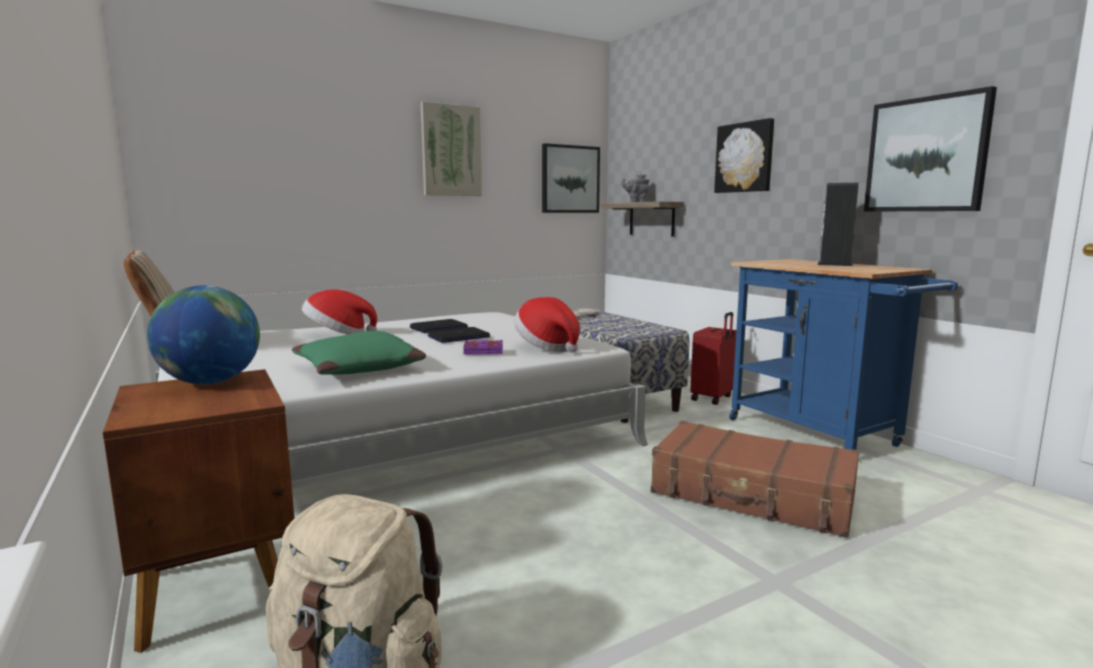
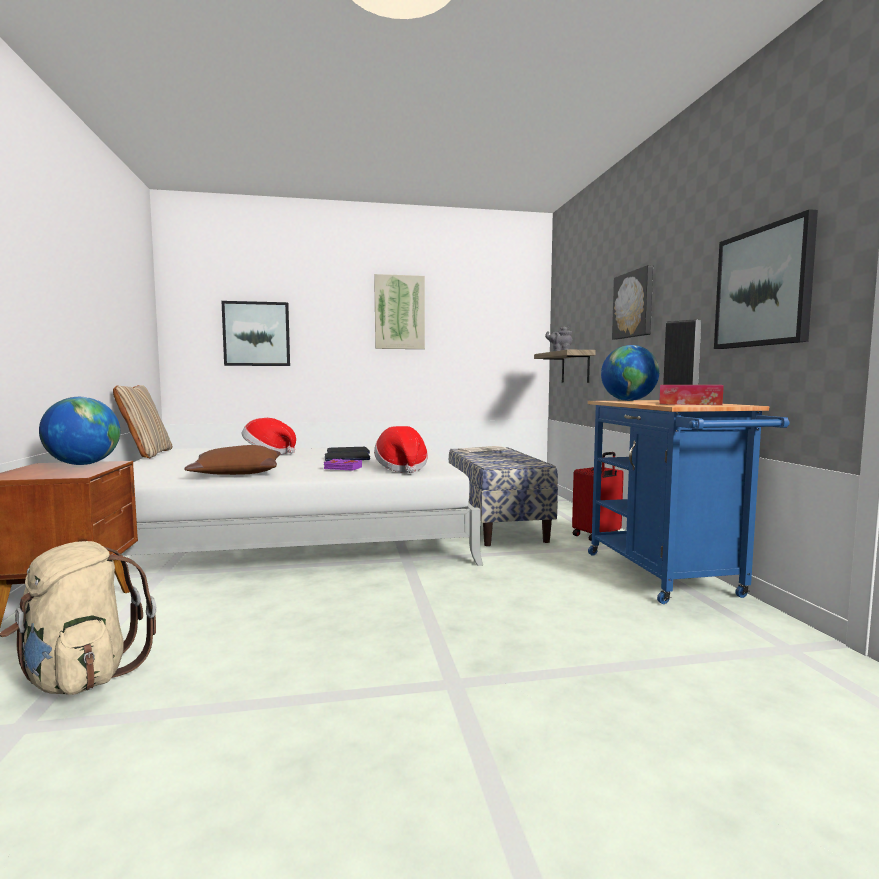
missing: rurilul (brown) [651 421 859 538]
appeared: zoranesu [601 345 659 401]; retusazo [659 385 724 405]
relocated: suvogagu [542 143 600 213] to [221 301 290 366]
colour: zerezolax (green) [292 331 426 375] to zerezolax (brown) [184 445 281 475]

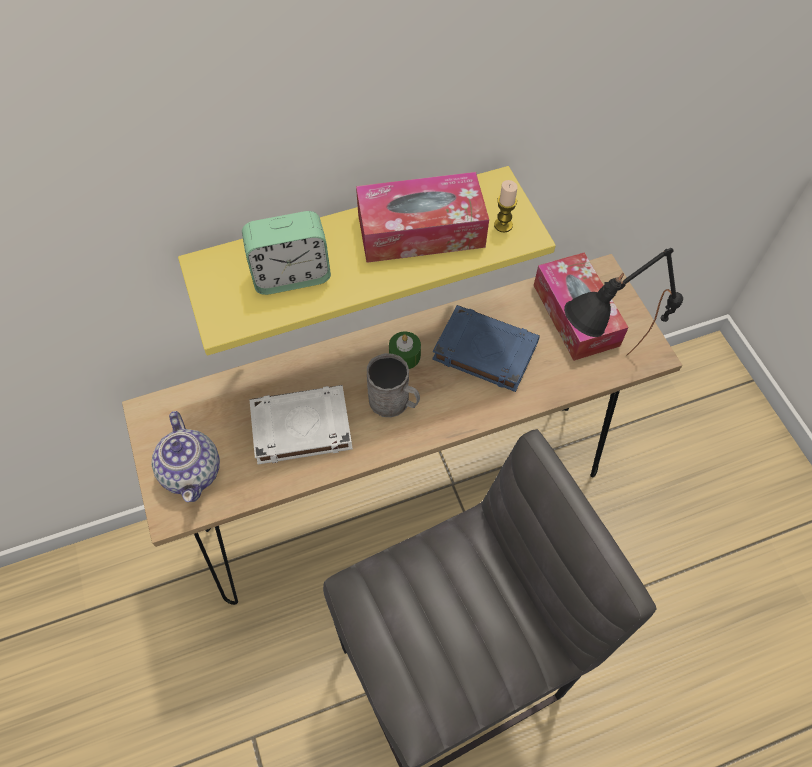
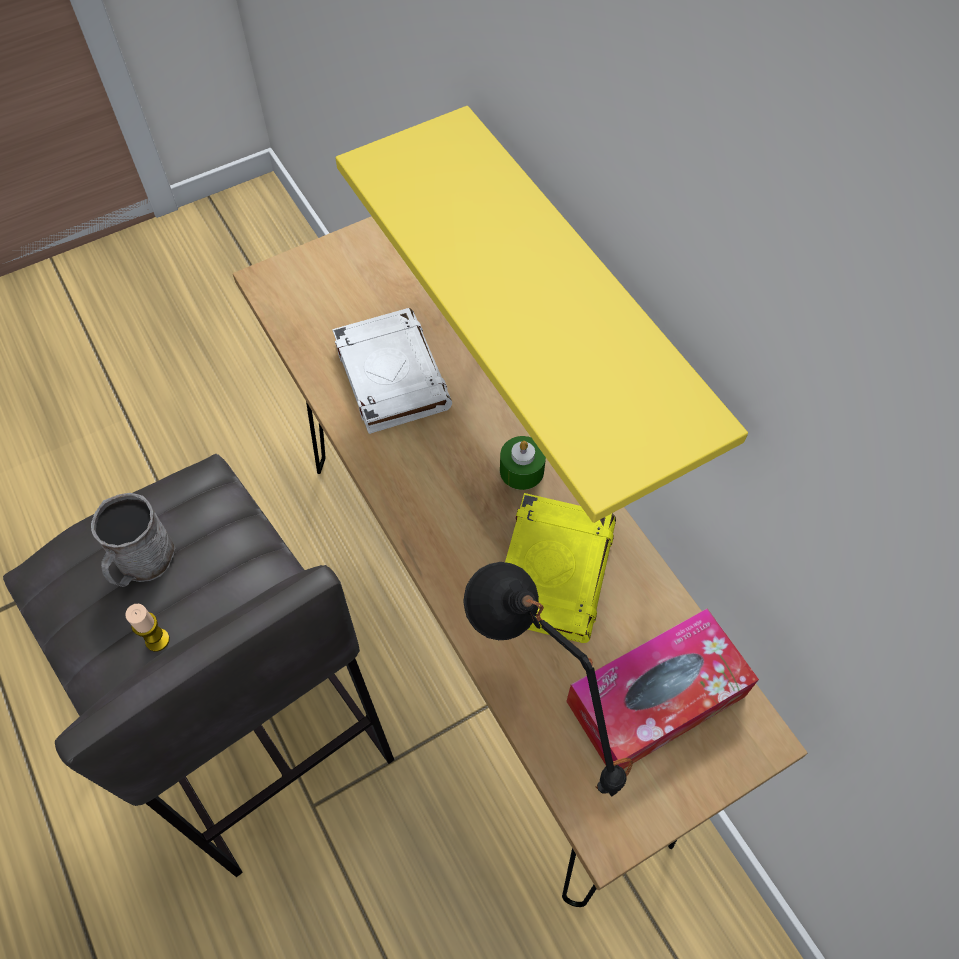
missing: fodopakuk [151 411 220 502]; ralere [242 211 331 295]; retusazo [356 172 489 263]
relocated: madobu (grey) [367 353 420 417] to [91 493 175 587]; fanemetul [494 180 518 232] to [125 604 170 652]
colour: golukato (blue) [432 305 540 392] to golukato (yellow) [505 493 616 643]

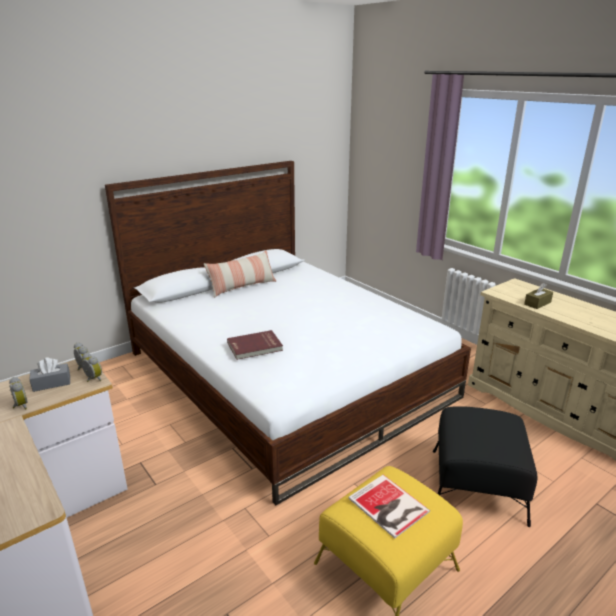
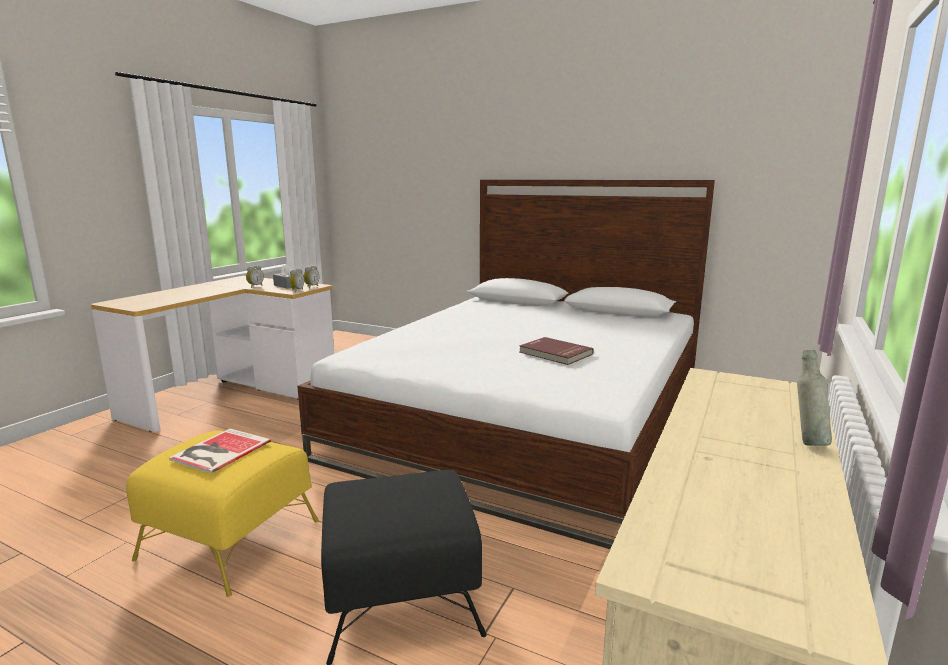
missing: zerezolax [204 250 276 298]; retusazo (brown) [524 283 553 309]
appeared: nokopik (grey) [797 350 832 446]
relocated: golukato (red) [227 330 283 360] to [519 337 594 365]

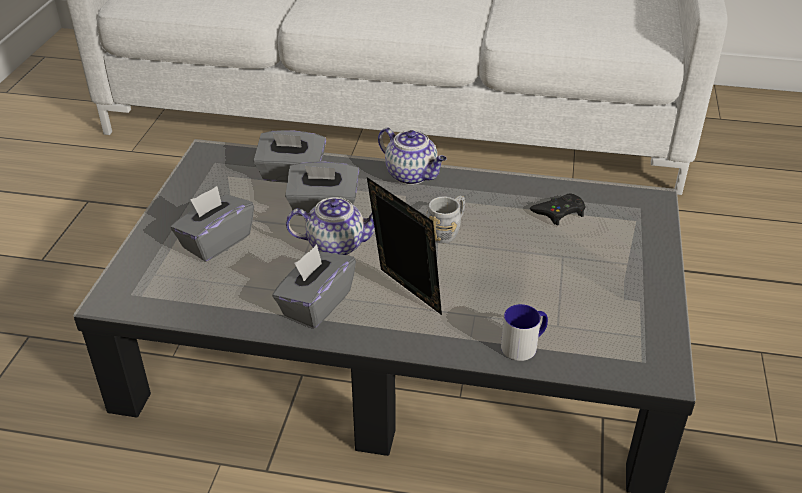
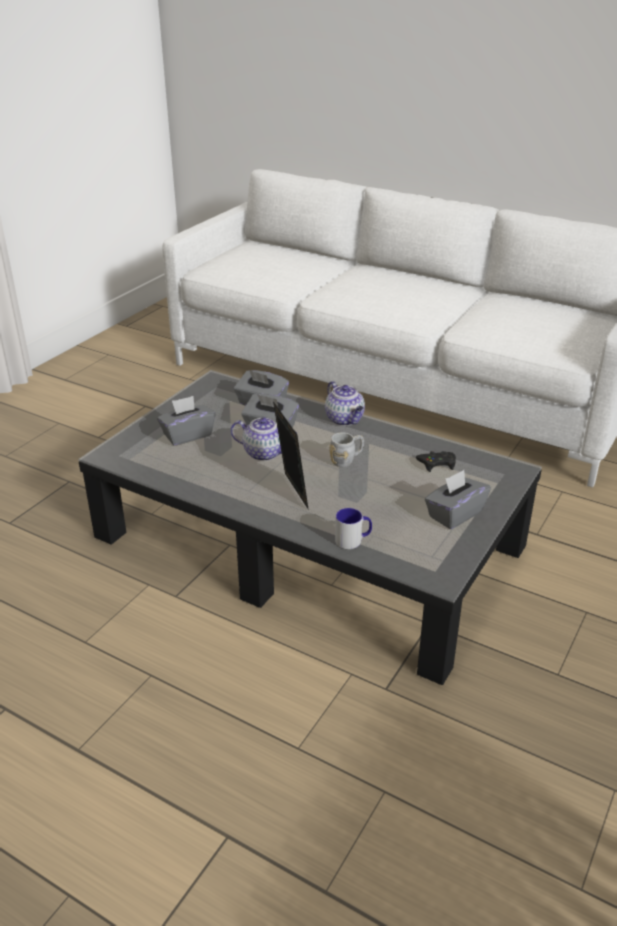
relocated: retusazo (grey) [272 244 356 328] to [425 470 491 529]

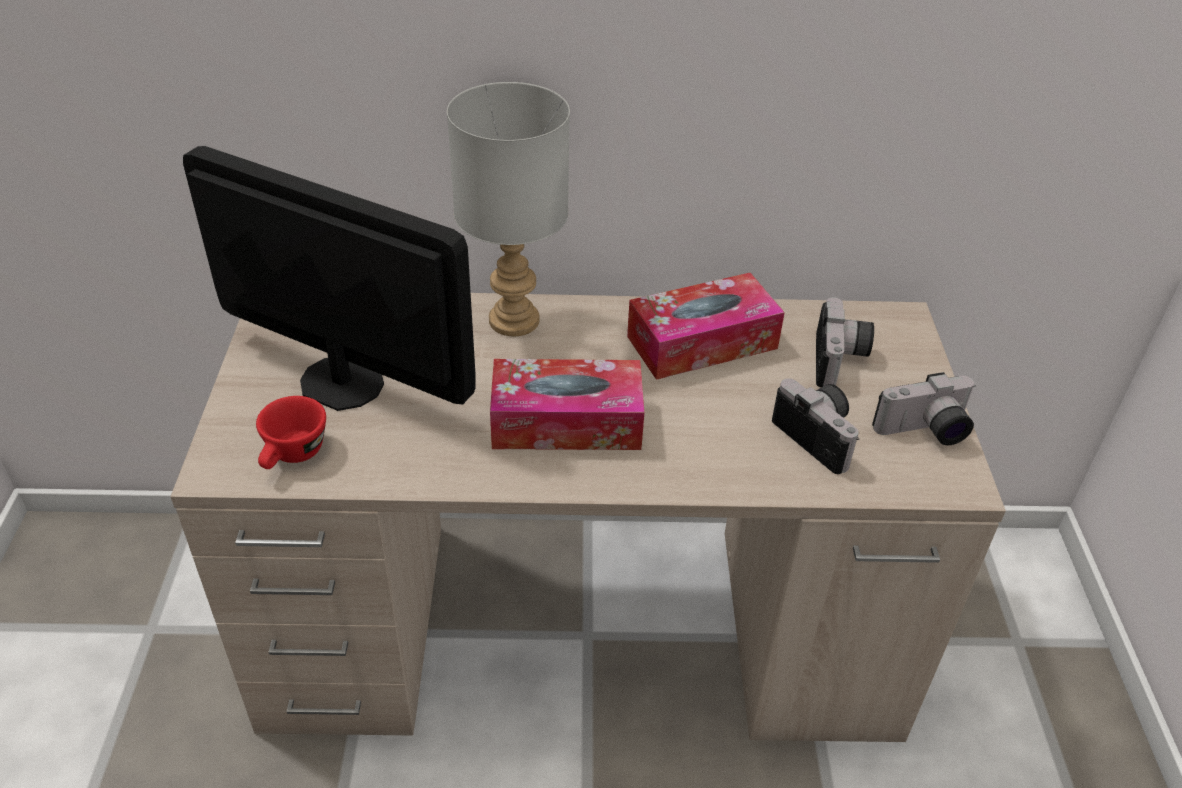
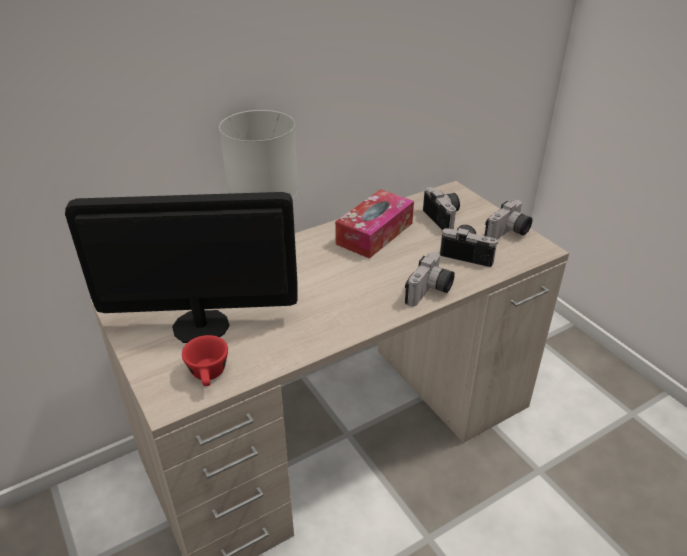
missing: retusazo [490 359 644 450]
appeared: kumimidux [405 252 455 307]

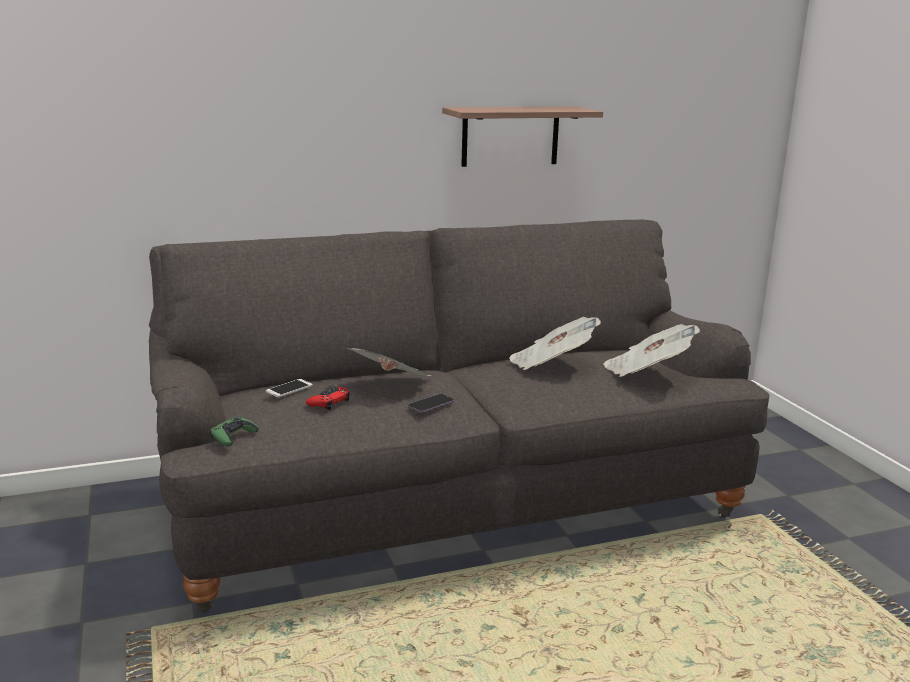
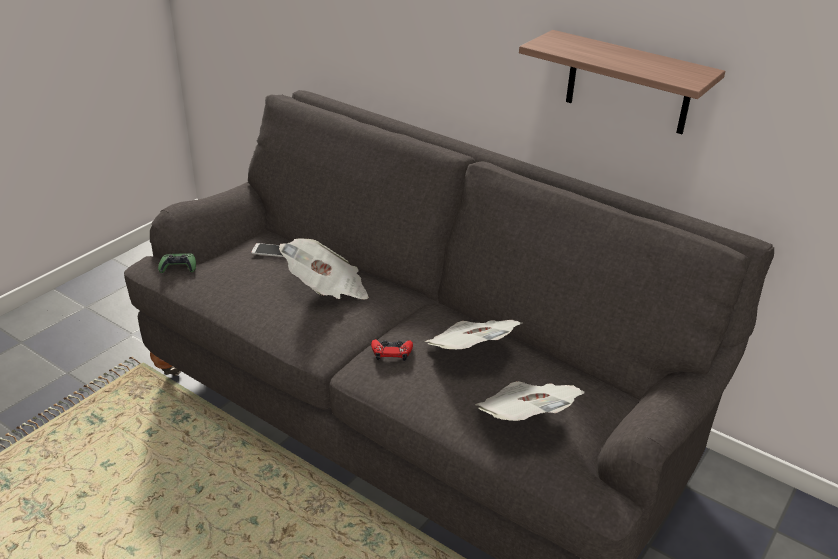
missing: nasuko [408 394 454 413]
relocated: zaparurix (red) [306 385 350 410] to [371 339 413 361]

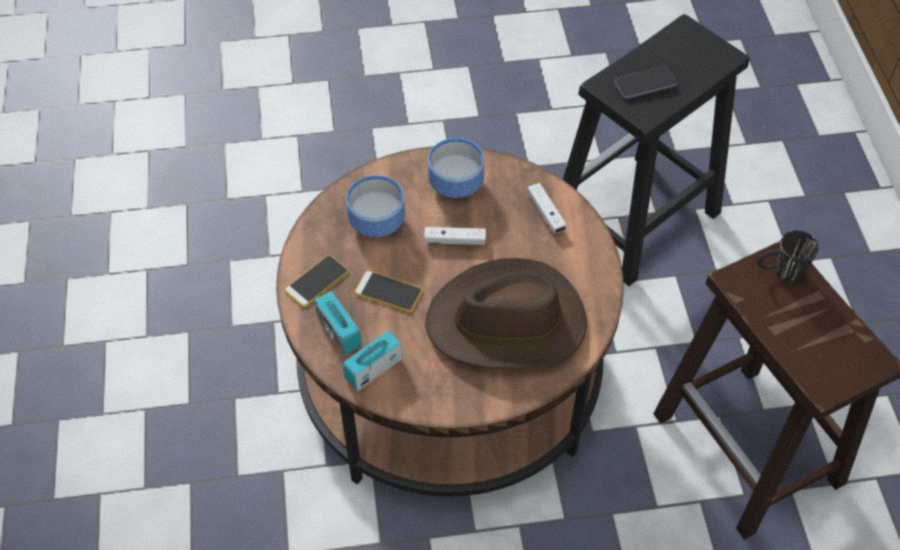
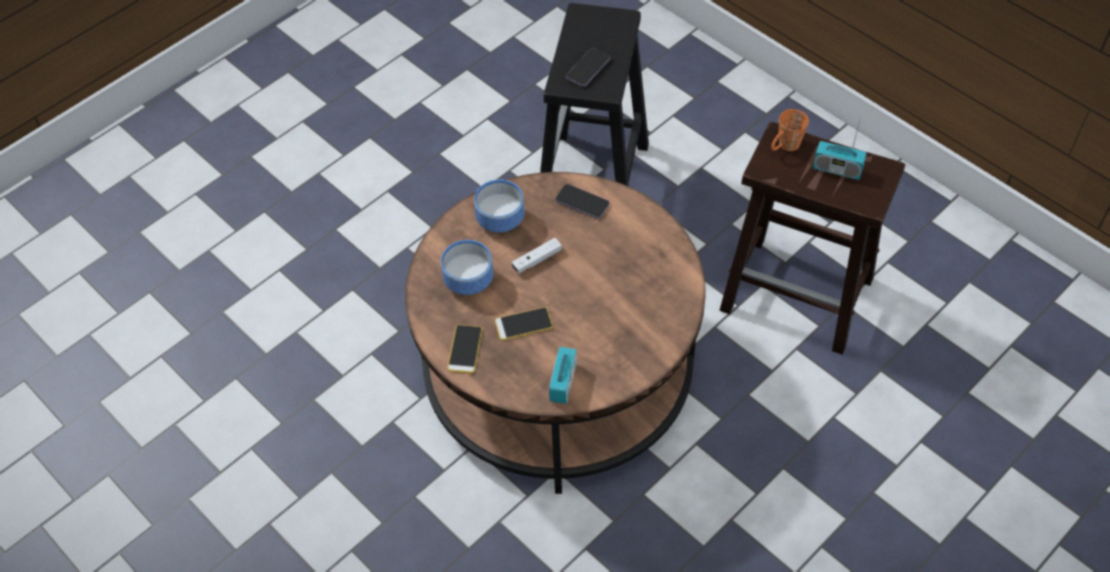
missing: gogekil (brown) [425 258 587 369]
relocated: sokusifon [314 285 362 355] to [813 116 867 180]
exchanged: zaparurix (white) [527 183 567 233] to nasuko [555 184 610 219]
colour: madobu (black) [757 230 819 282] to madobu (orange) [771 109 809 151]

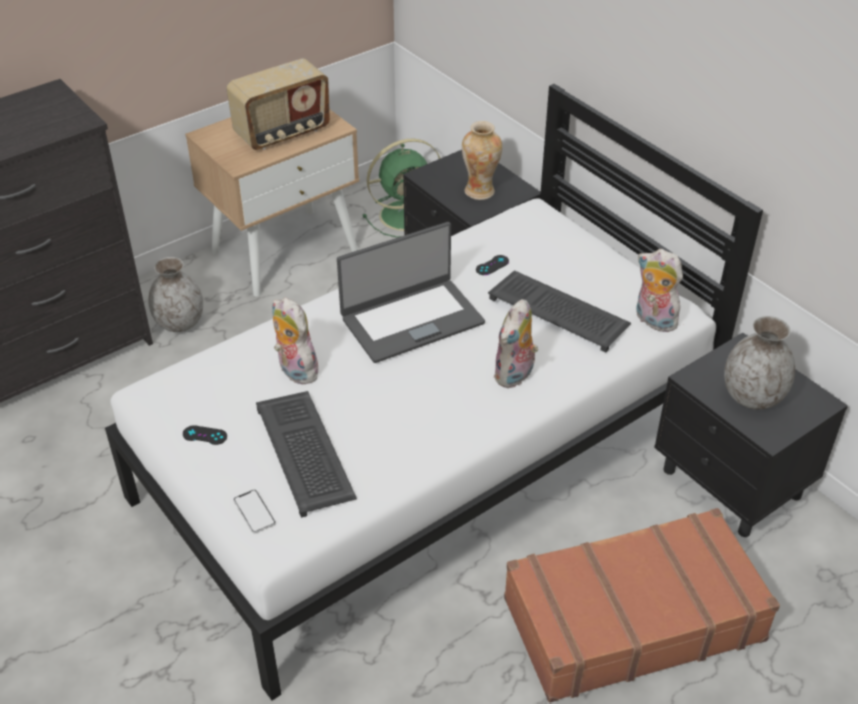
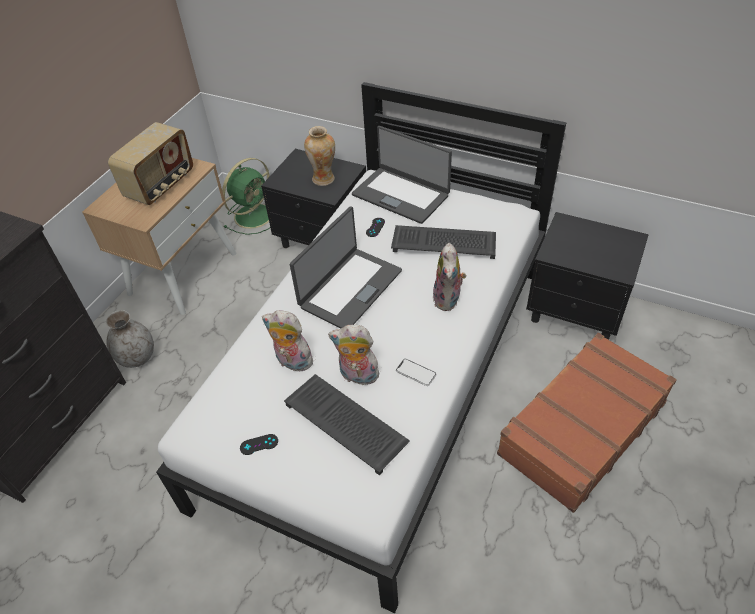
missing: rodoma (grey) [724 316 795 410]
appeared: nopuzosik [352 126 452 224]
relocated: nasuko [233 490 276 533] to [396 359 437 386]; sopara [636 249 683 332] to [328 325 382 388]

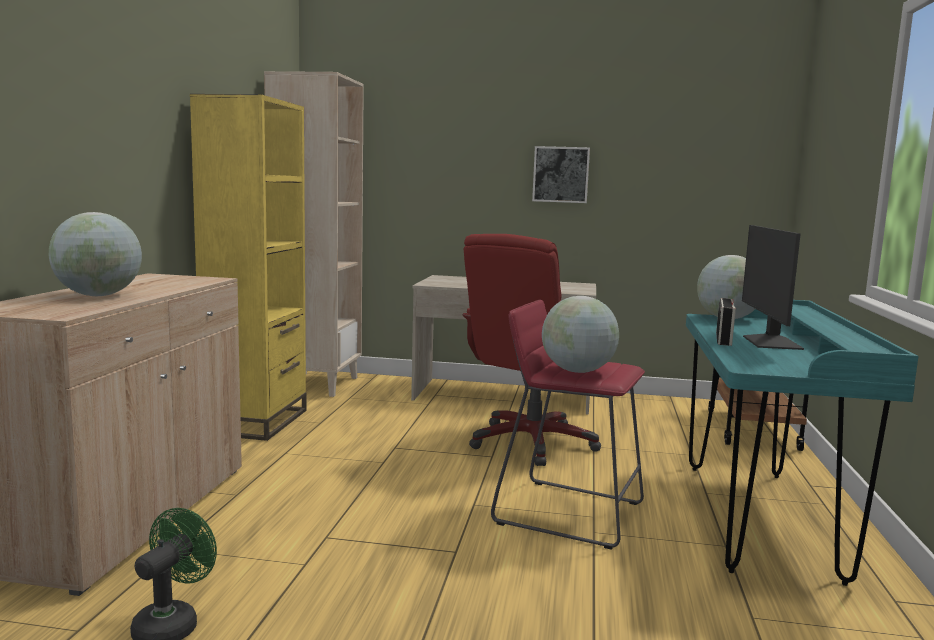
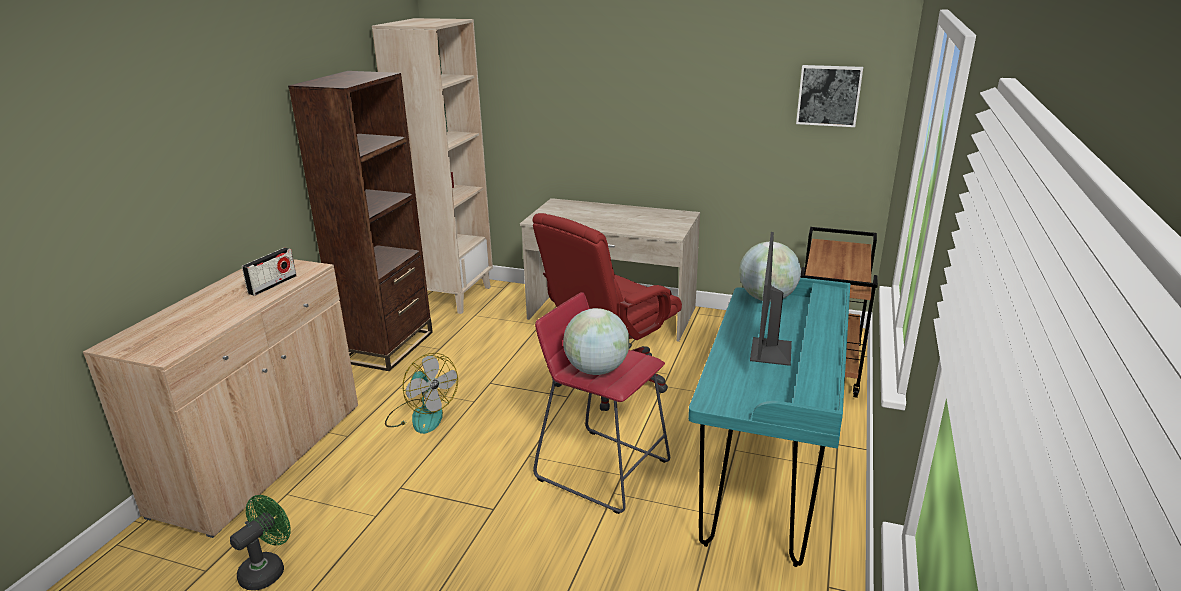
missing: zoranesu [49 212 142 296]
appeared: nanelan [385 353 458 434]
relocated: suvogagu [532 146 590 203] to [796 65 863 127]; sokusifon [716 298 736 346] to [242 248 297 296]
colour: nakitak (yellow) [190 94 306 441] to nakitak (brown) [288 71 433 371]

